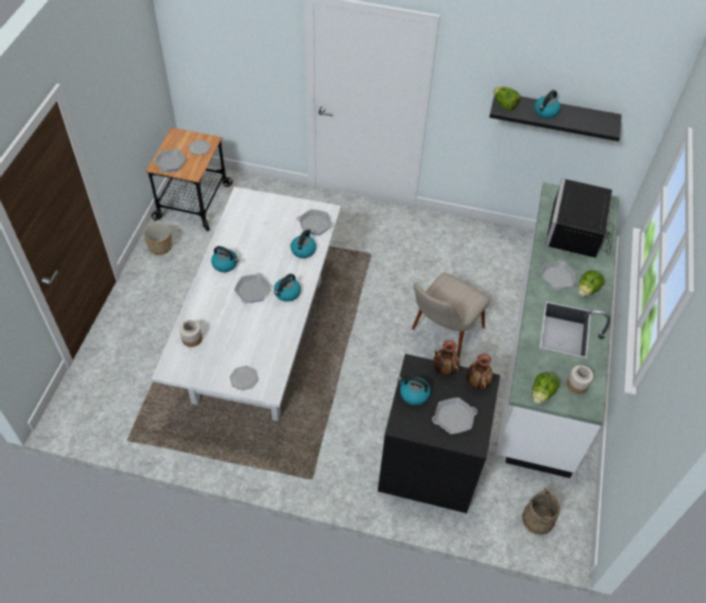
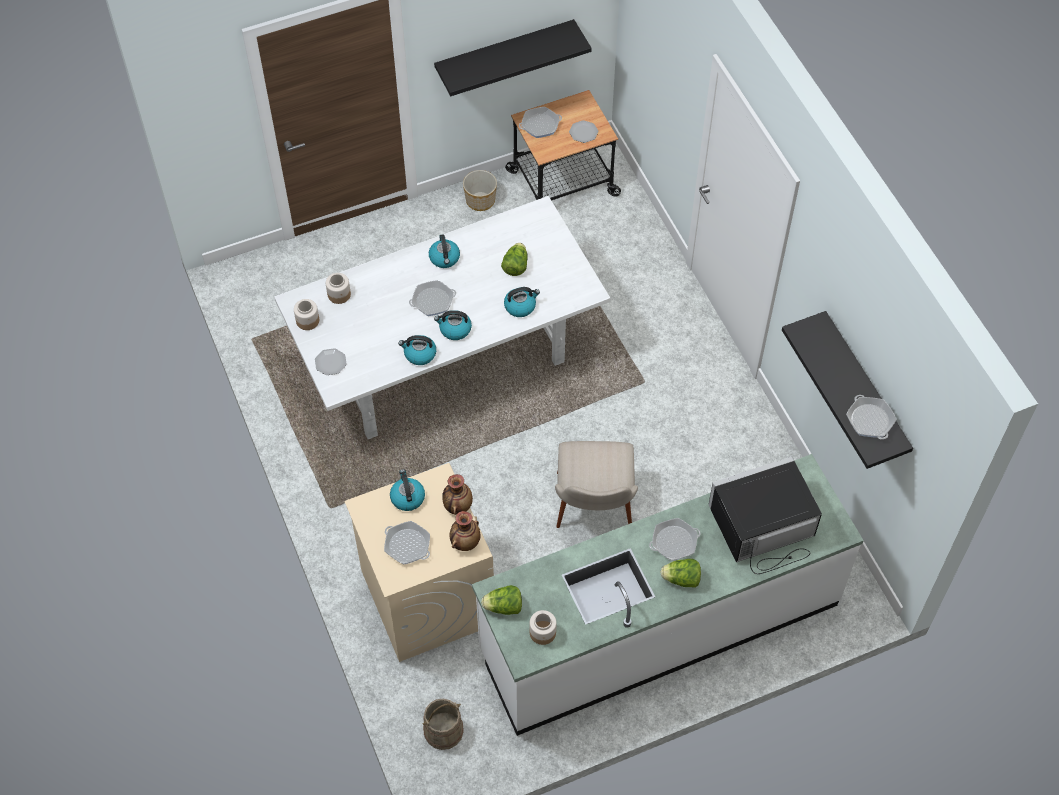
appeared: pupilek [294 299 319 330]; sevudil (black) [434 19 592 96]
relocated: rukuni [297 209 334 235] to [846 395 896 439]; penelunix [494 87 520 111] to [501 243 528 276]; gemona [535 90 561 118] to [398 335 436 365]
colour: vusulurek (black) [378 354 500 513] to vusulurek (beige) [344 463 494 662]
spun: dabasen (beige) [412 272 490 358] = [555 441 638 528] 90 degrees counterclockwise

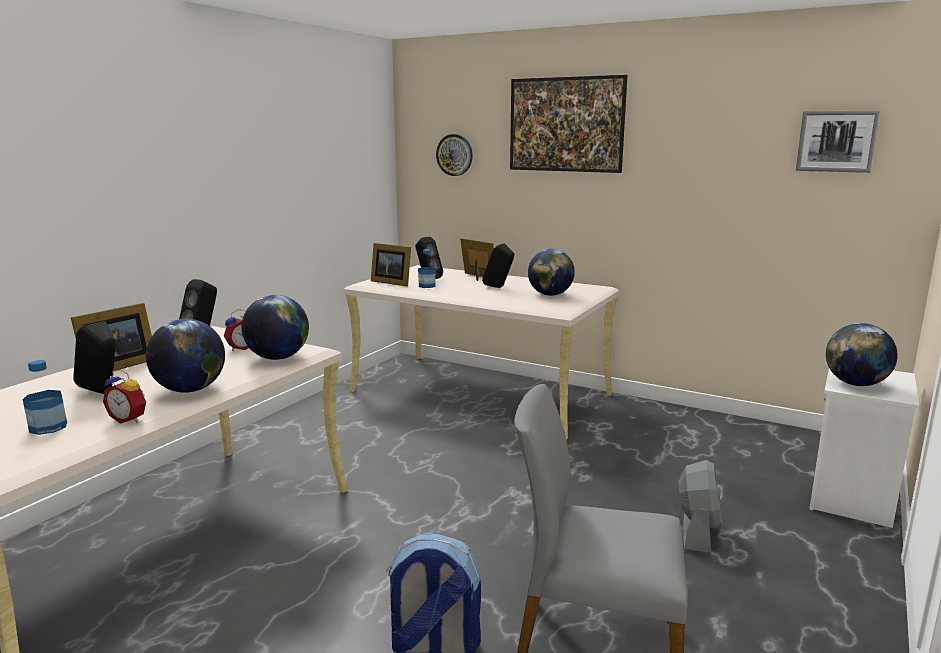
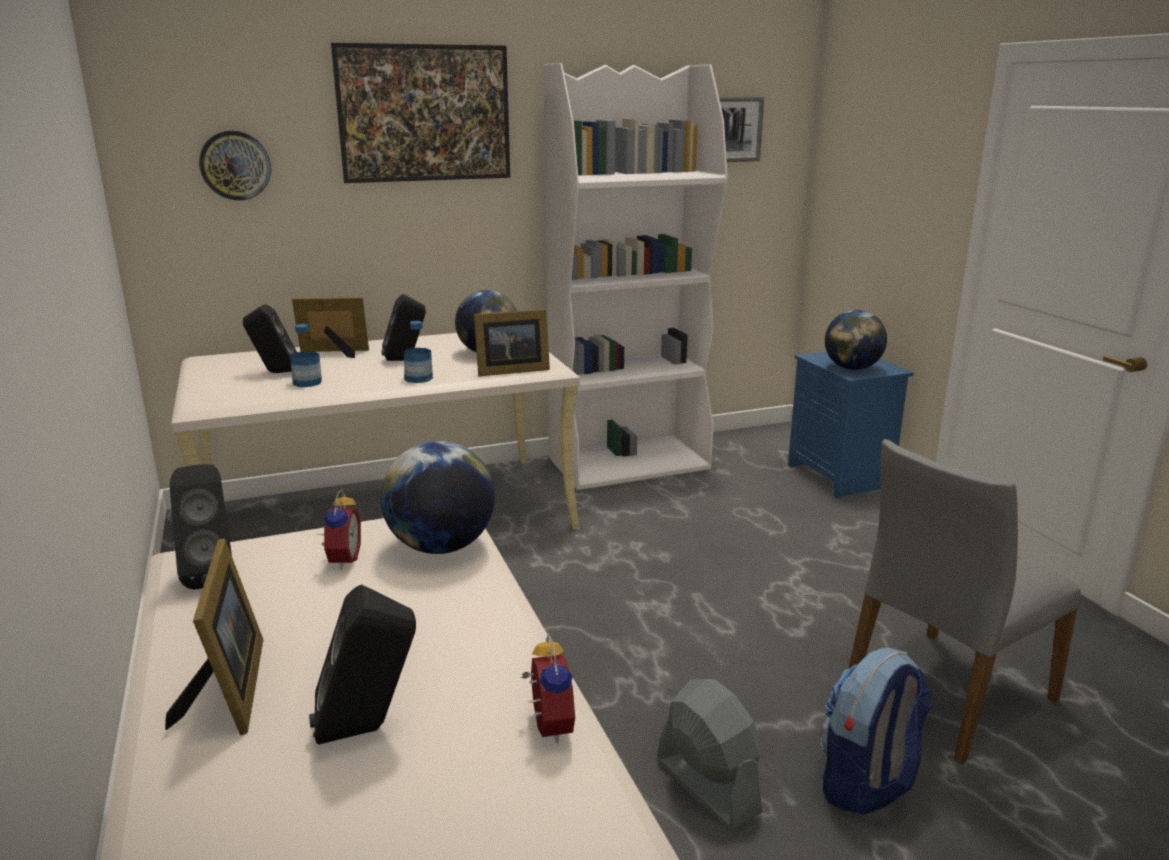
missing: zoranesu [146 319 225 393]
appeared: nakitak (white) [544 63 728 490]
relocated: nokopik [23 360 67 435] to [404 321 433 383]; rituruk [371 243 411 287] to [474 309 550 376]; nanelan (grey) [679 460 722 553] to [657 679 763 829]
colour: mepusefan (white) [809 368 919 528] to mepusefan (blue) [788 351 914 499]
spun: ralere [103 369 146 424] = [521 634 575 743] 75 degrees counterclockwise

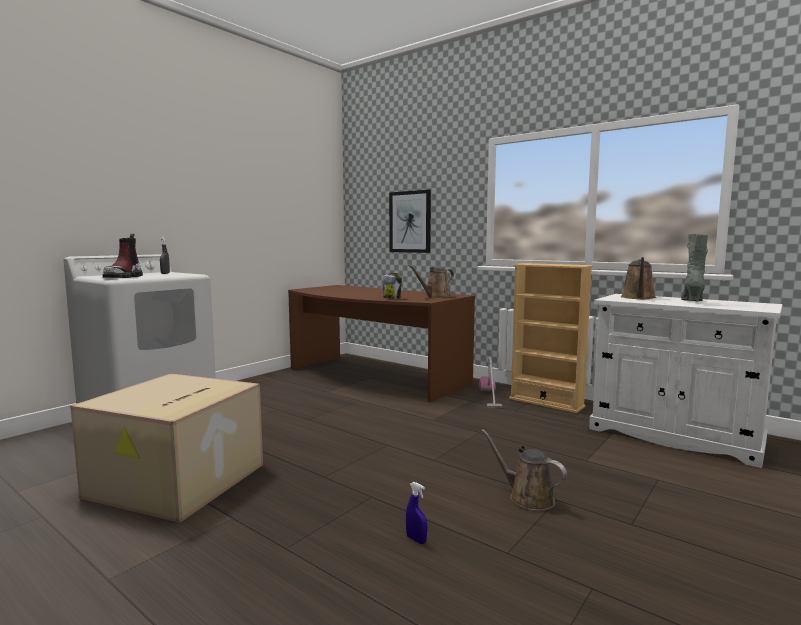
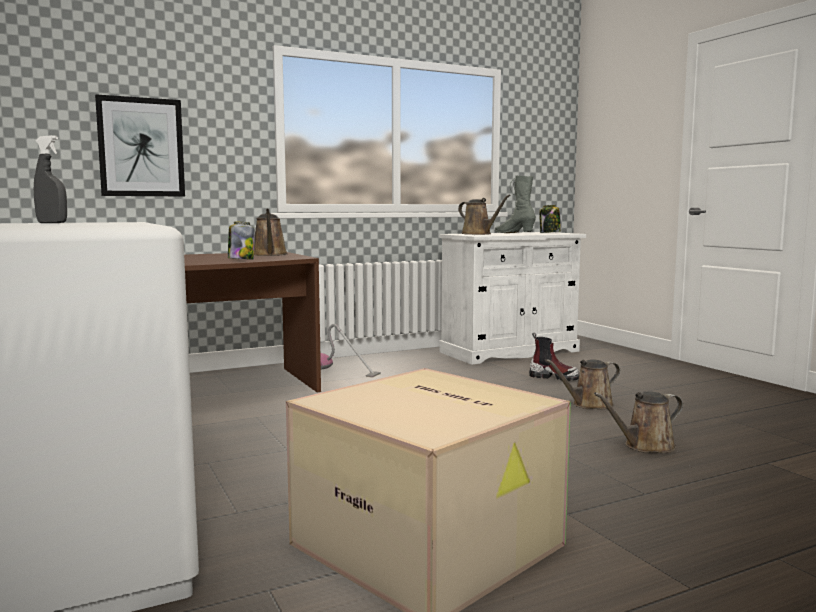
missing: nakitak (beige) [509 263 593 413]
appeared: pupilek [539 205 561 233]
relocated: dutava [103 234 143 278] to [529 333 579 381]
exchanged: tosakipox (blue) [406 482 427 544] to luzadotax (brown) [594 391 683 453]

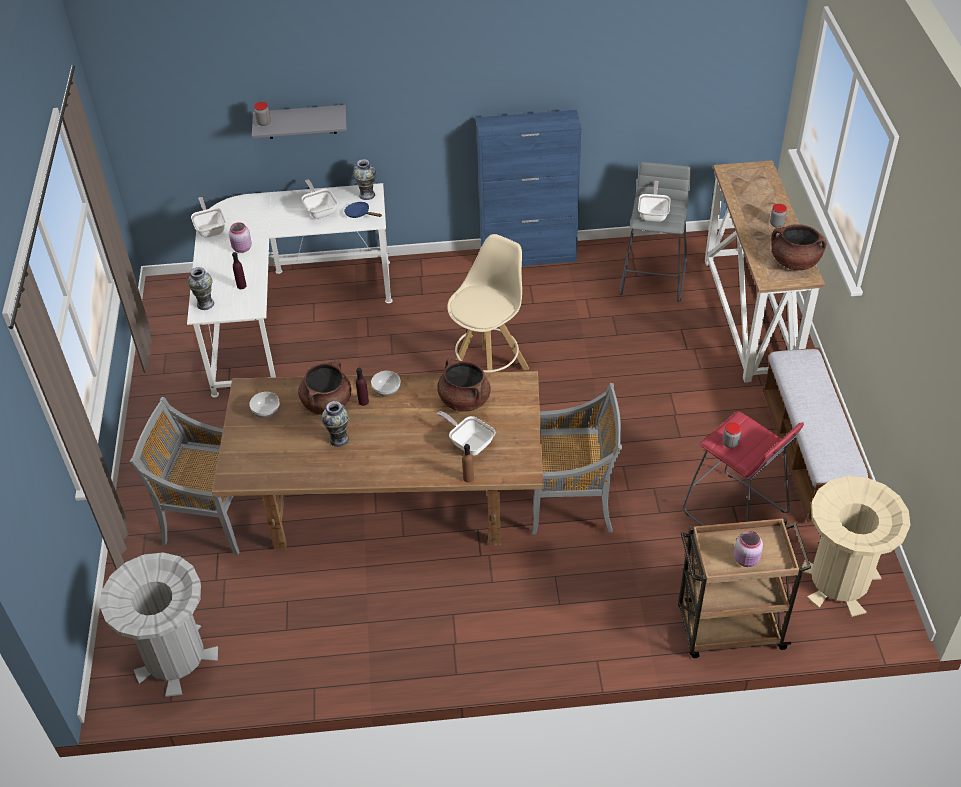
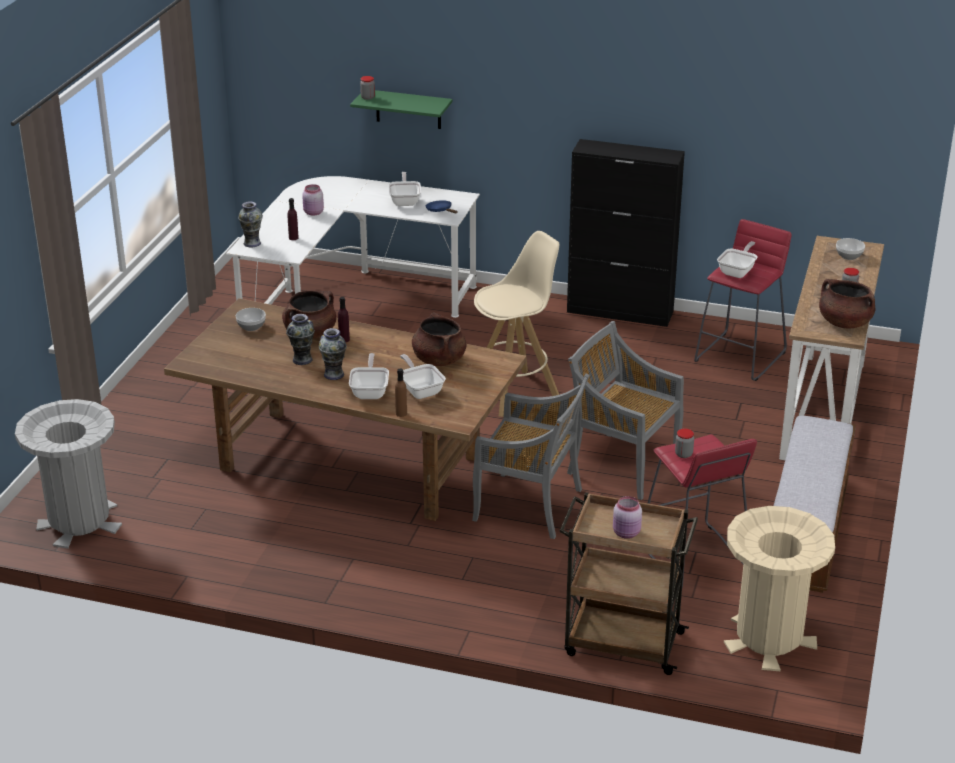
relocated: dabasen (grey) [129 397 239 555] to [567 321 684 500]; rukuni [191 197 226 238] to [349 353 389 399]; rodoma [353 159 376 200] to [319 328 347 380]; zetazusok [371 371 400 397] to [836 238 865 260]
colour: sevudil (grey) [252 105 347 139] to sevudil (green) [350 90 453 129]; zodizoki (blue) [476 110 581 266] to zodizoki (black) [567 139 685 327]; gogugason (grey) [620 162 691 302] to gogugason (red) [694 219 792 381]

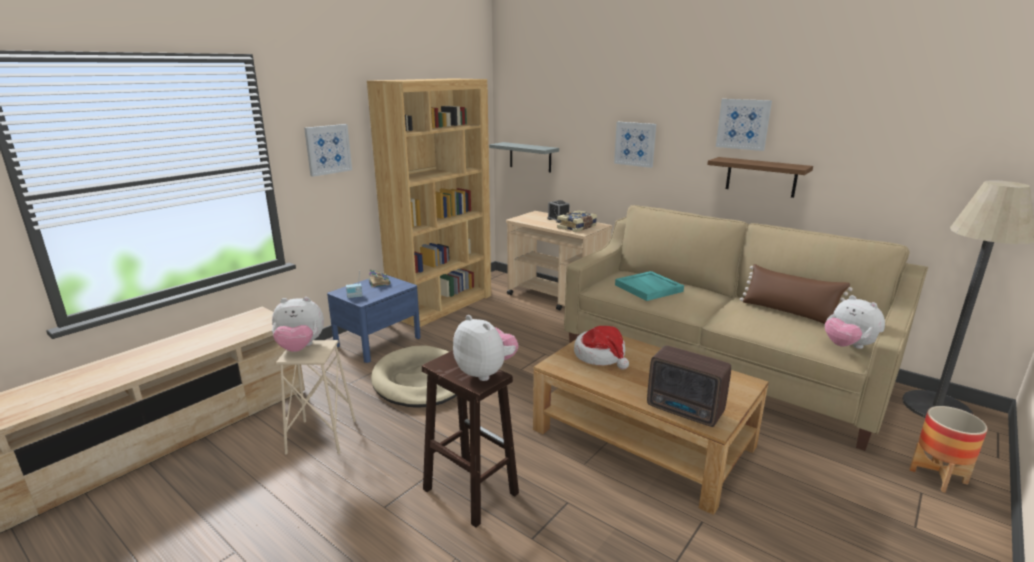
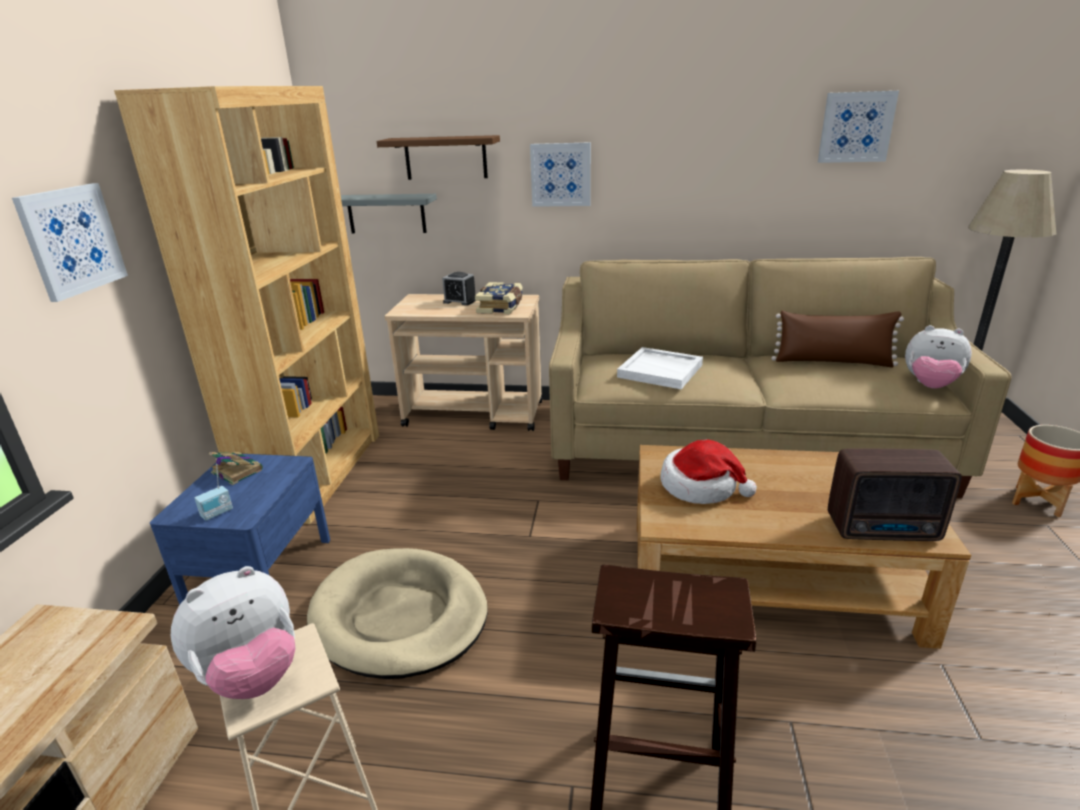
missing: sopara [453 315 518 381]
relocated: sevudil (brown) [707 157 813 198] to [377 135 500 180]; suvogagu [716 99 772 151] to [818 91 899 163]
colour: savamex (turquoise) [615 271 684 301] to savamex (white) [617 347 703 389]

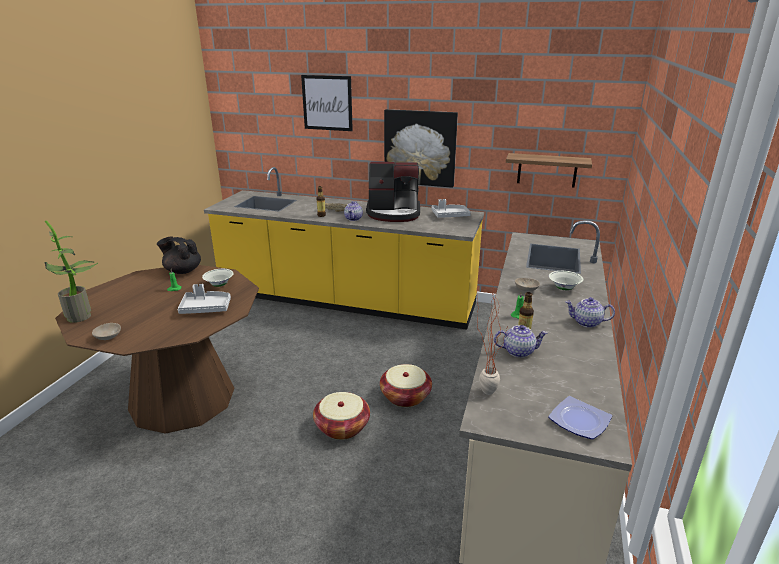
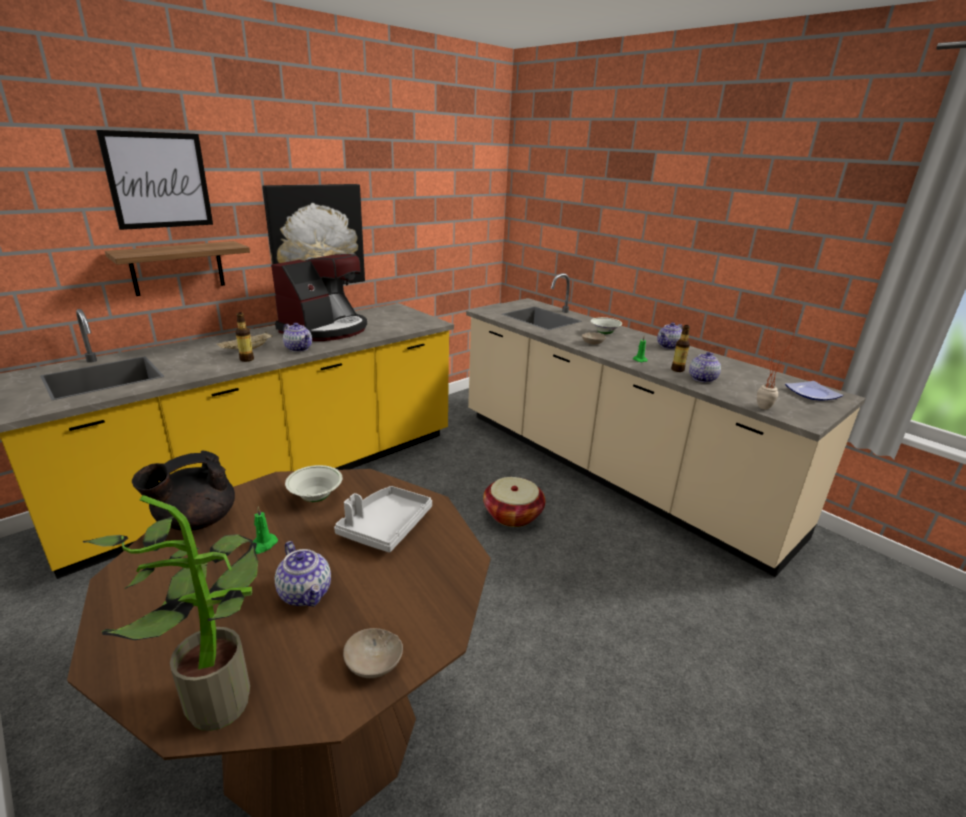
missing: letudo [313 392 370 440]; savamex (grey) [432 199 471 218]
appeared: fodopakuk [275 541 331 607]
relocated: sevudil [506 153 592 187] to [105 241 250 296]

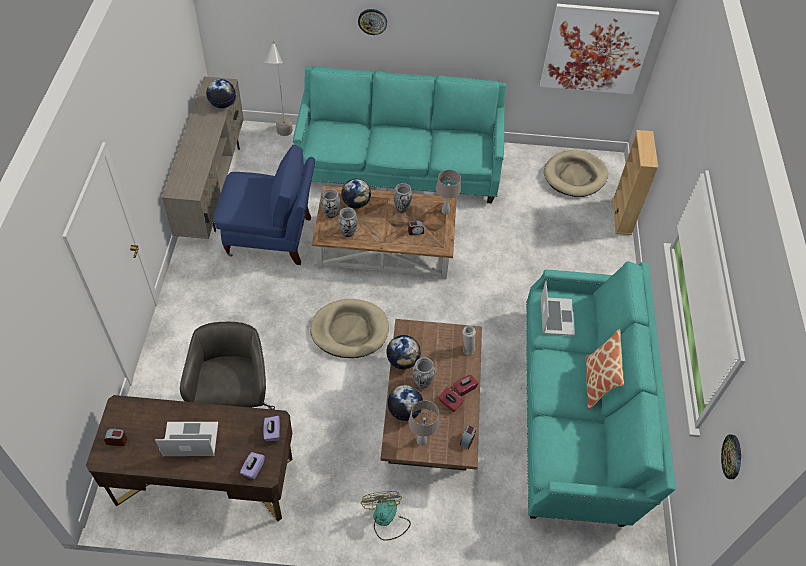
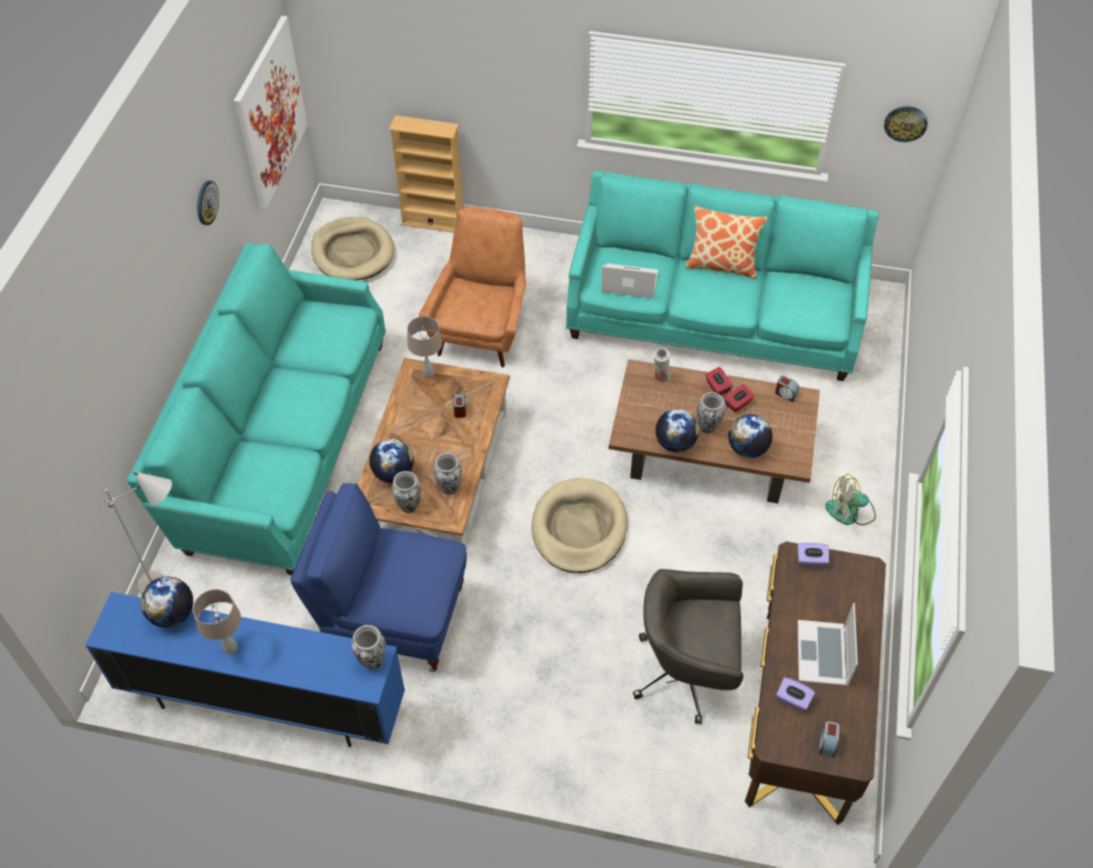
appeared: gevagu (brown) [419 207 526 368]
relocated: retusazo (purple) [240 452 265 480] to [776 677 815 711]; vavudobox [358 9 387 35] to [197 180 219 225]; rodoma [393 183 412 213] to [351 625 386 669]; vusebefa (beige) [409 400 440 446] to [193 589 241 654]
colour: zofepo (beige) [162 77 244 239] to zofepo (blue) [85 592 405 747]
spun: gevagu (blue) [214 145 315 265] = [291 483 467 672] 90 degrees counterclockwise

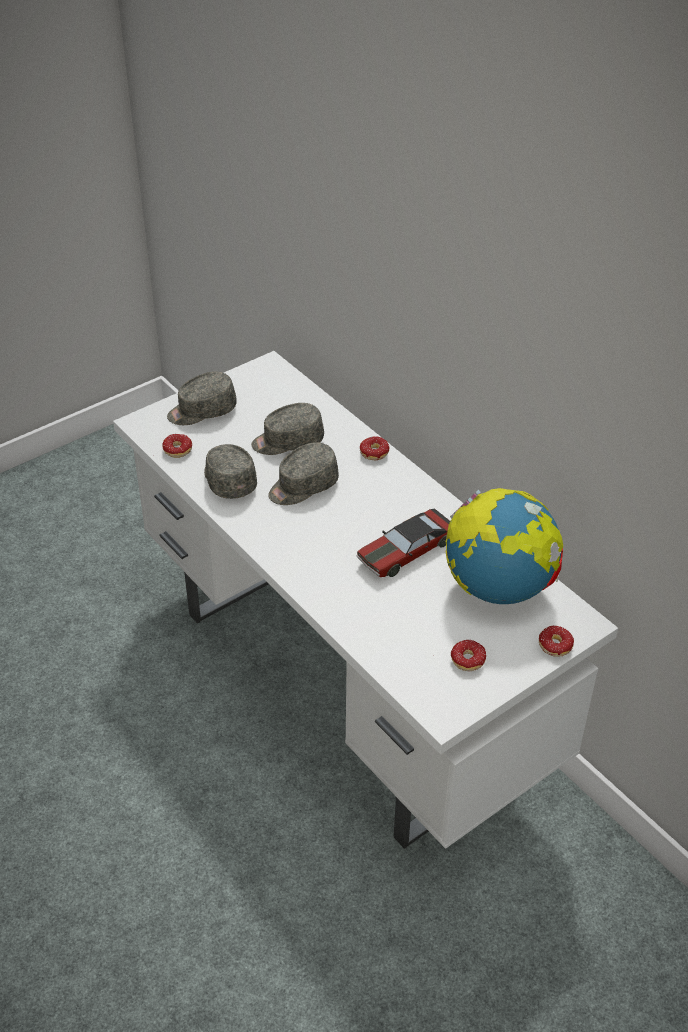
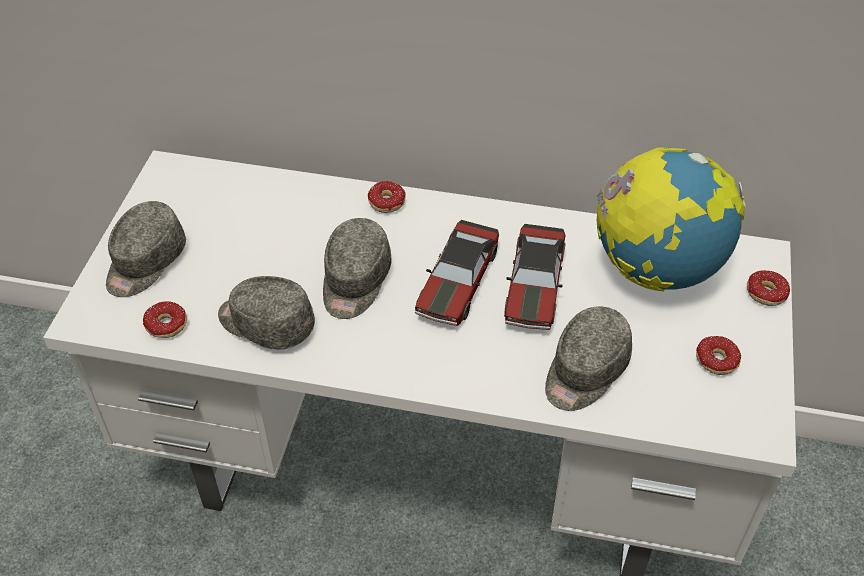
appeared: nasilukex [415 220 499 326]
relocated: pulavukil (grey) [251 403 324 455] to [545 307 632 411]

